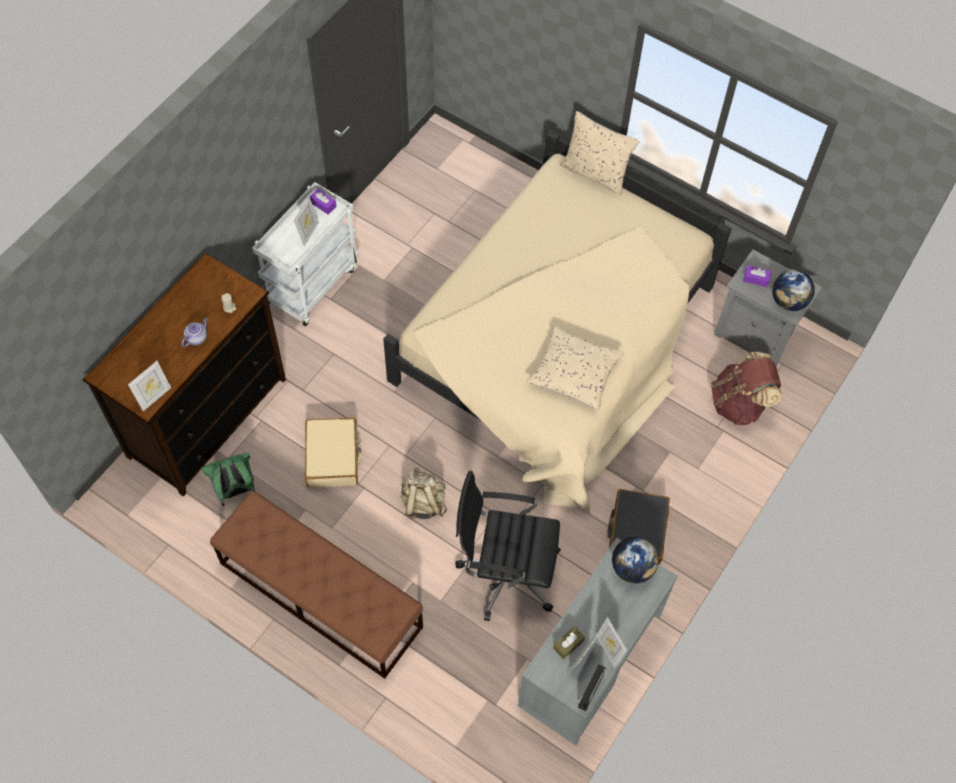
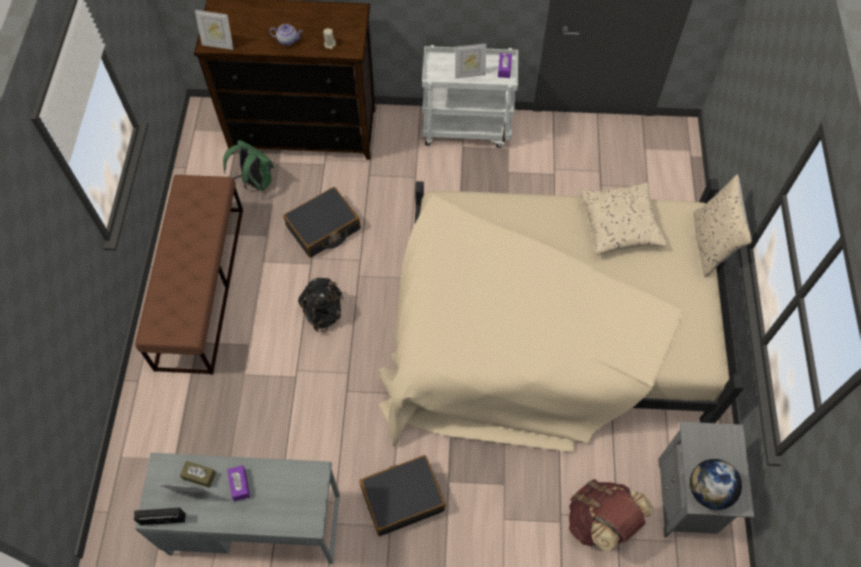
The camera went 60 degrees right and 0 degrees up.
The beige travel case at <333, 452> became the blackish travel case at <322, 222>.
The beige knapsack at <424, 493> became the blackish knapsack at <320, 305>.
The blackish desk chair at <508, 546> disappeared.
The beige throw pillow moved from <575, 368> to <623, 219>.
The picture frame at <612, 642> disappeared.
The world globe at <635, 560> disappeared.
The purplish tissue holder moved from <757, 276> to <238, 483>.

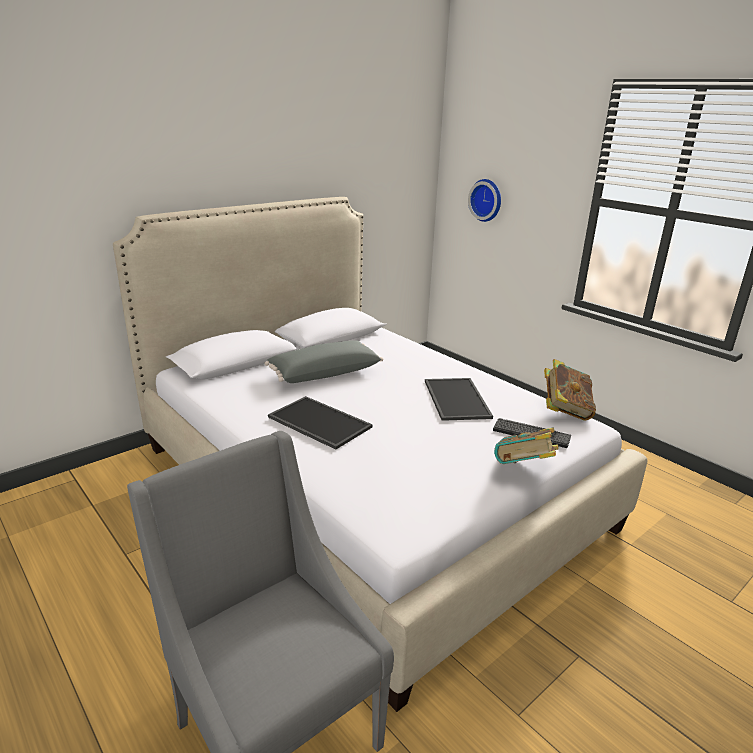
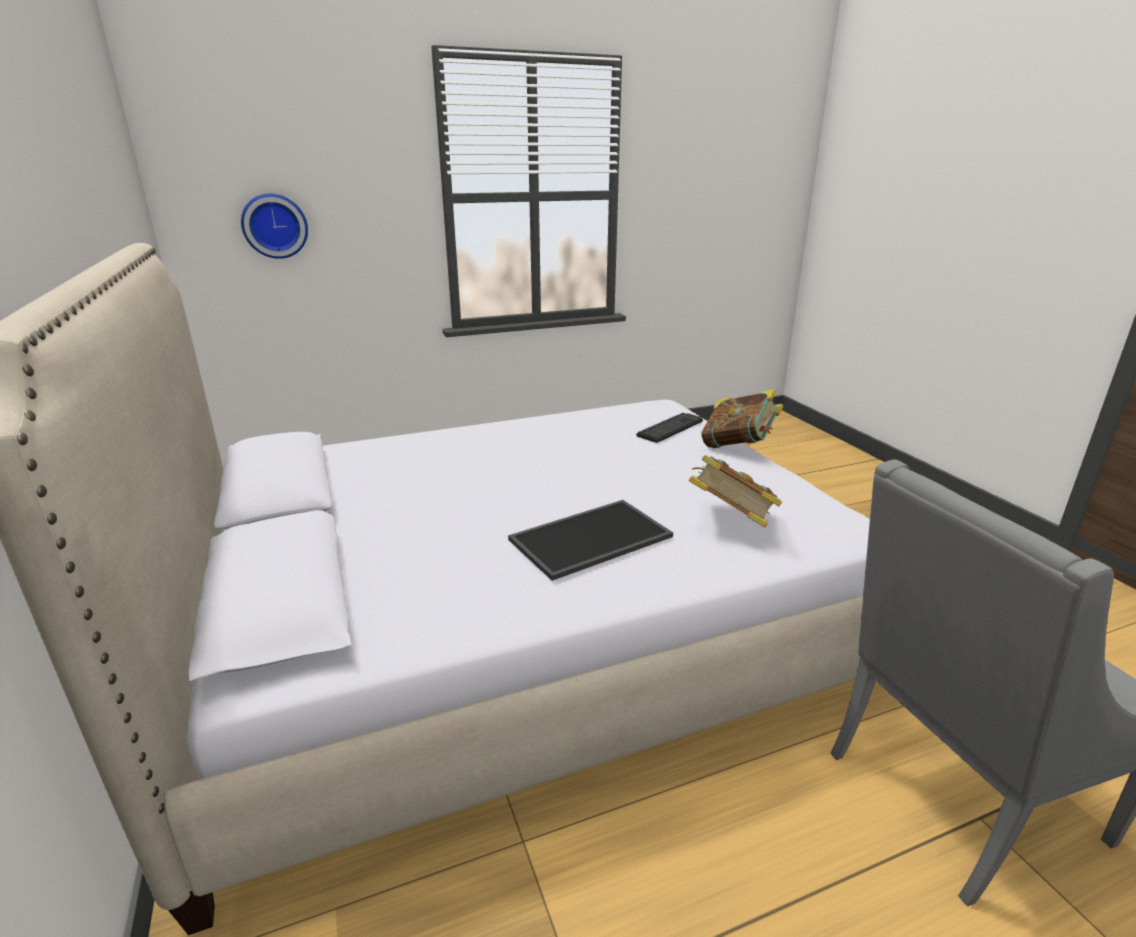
The camera went 70 degrees left and 0 degrees up.
The grey throw pillow at <324, 361> disappeared.
The tray at <459, 399> disappeared.
The book moved from <570, 390> to <735, 491>.

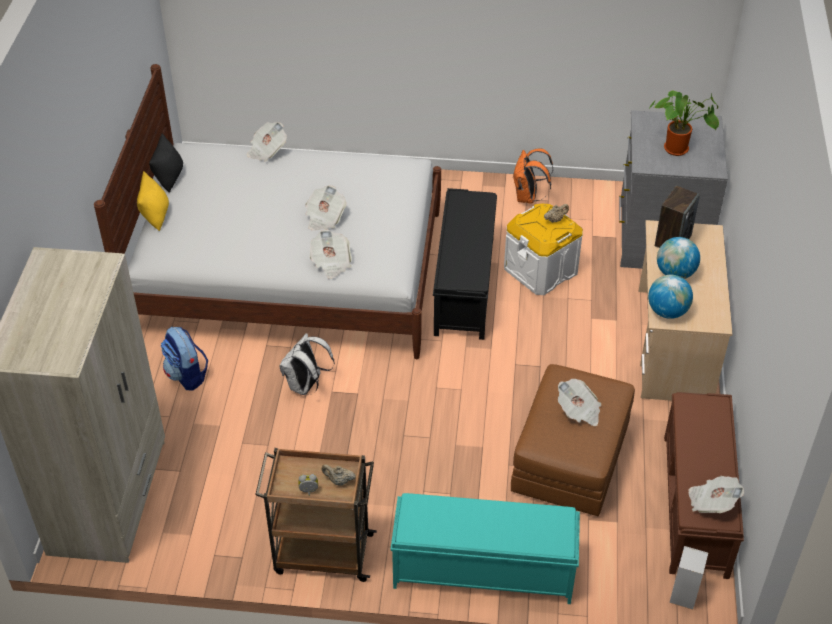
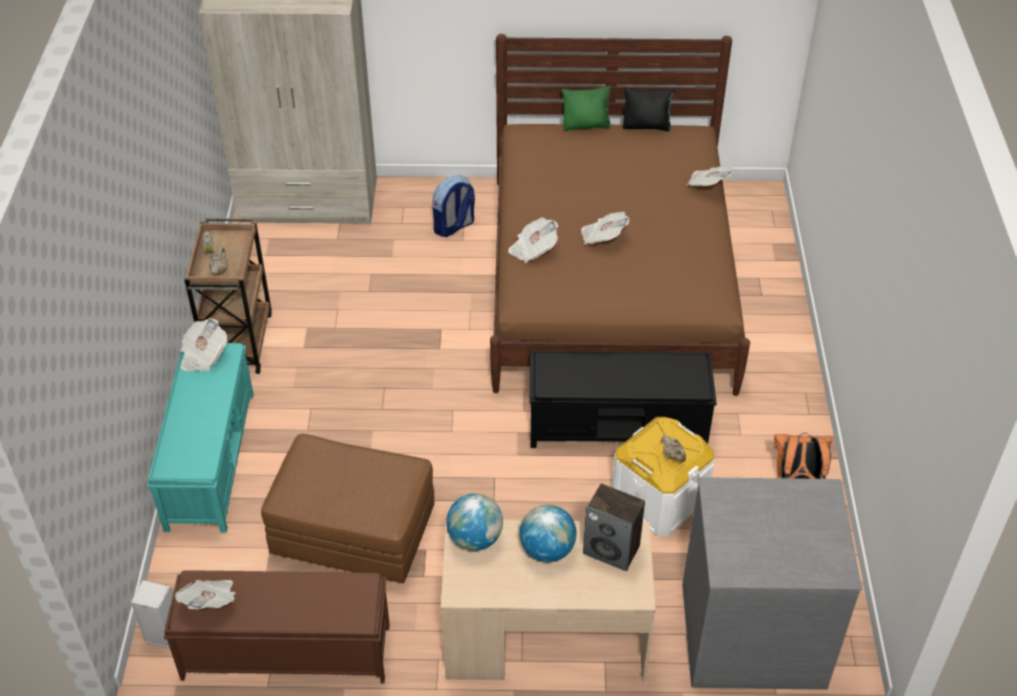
The camera went 85 degrees right and 0 degrees up.
The white-coloured bedroom bed at <267, 211> became the brown bedroom bed at <620, 215>.
The yellow-coloured throw pillow at <153, 201> became the greenish throw pillow at <586, 108>.
The white-coloured knapsack at <307, 364> disappeared.
The daily paper moved from <579, 402> to <203, 344>.
The houseplant at <683, 123> disappeared.

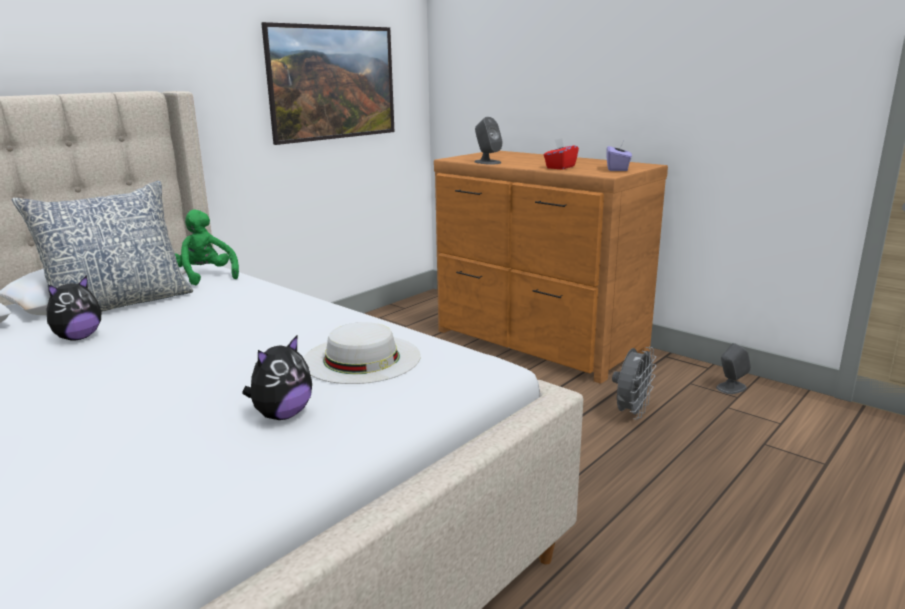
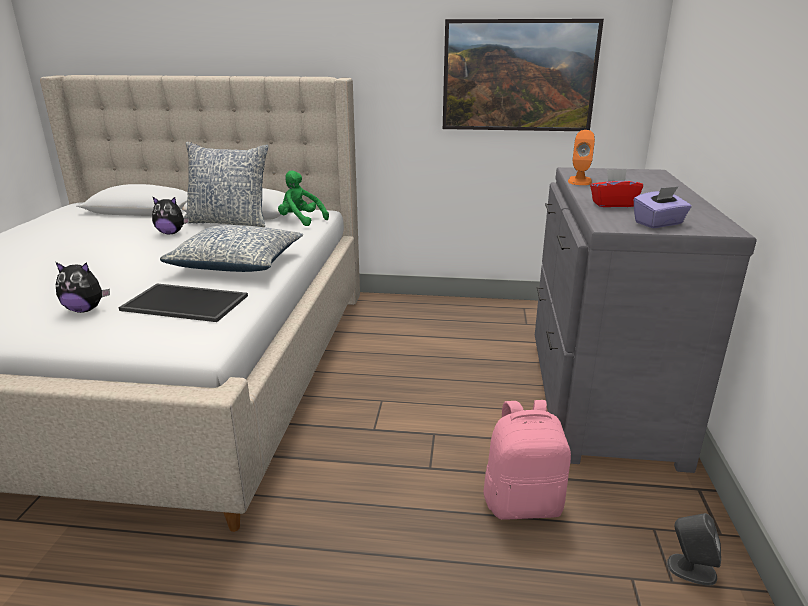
The camera went 55 degrees right and 5 degrees up.
The greenish plush toy at <207, 247> turned 75 degrees counterclockwise.
The white-coloured clothing hat at <362, 353> was replaced by the tray at <183, 303>.
The brown chest of drawers at <551, 267> became the grey chest of drawers at <646, 320>.
The grey loudspeaker at <489, 141> became the orangey loudspeaker at <581, 157>.
The grey fan at <634, 383> was replaced by the pinkish knapsack at <527, 460>.
The throw pillow at <231, 248> appeared.

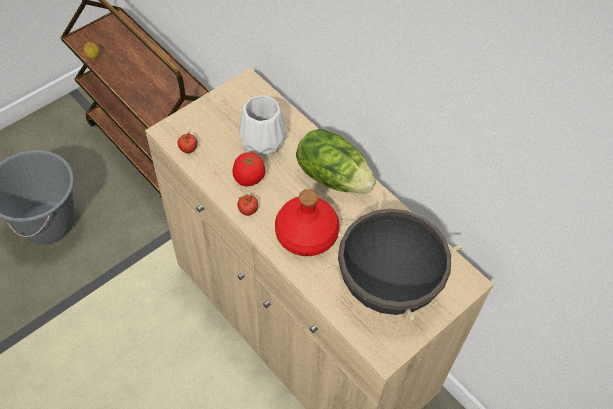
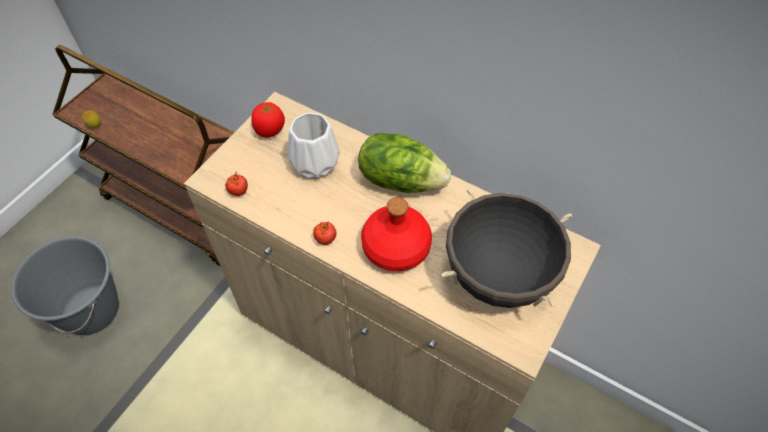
The camera went 15 degrees left and 0 degrees up.
The tomato moved from <248, 169> to <268, 120>.

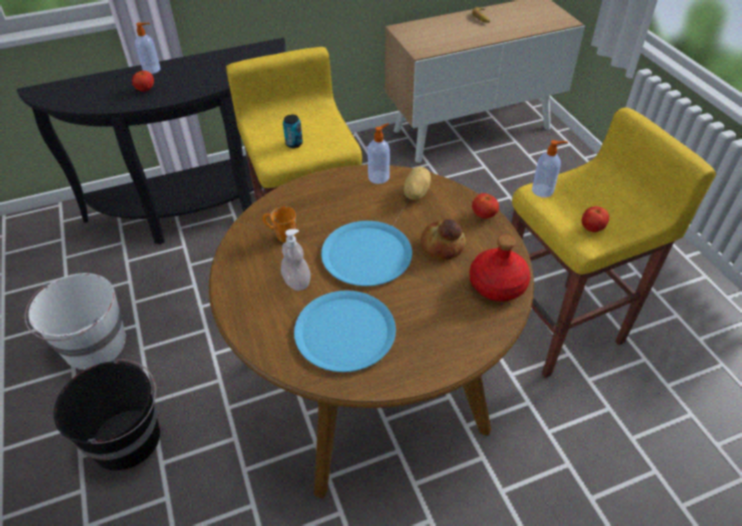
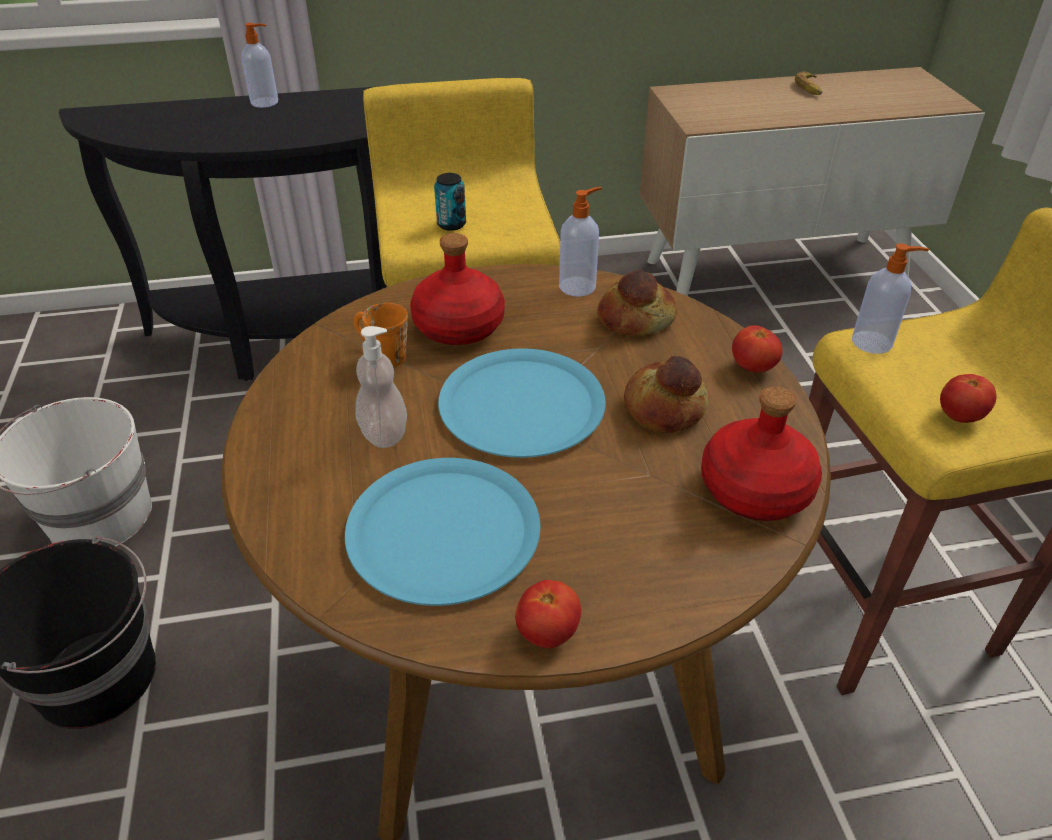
The camera went 10 degrees right and 5 degrees down.
The tomato moved from <143, 81> to <548, 614>.
The spud at <417, 183> was replaced by the bakery bread at <637, 303>.
The red bottle at <457, 289> appeared.

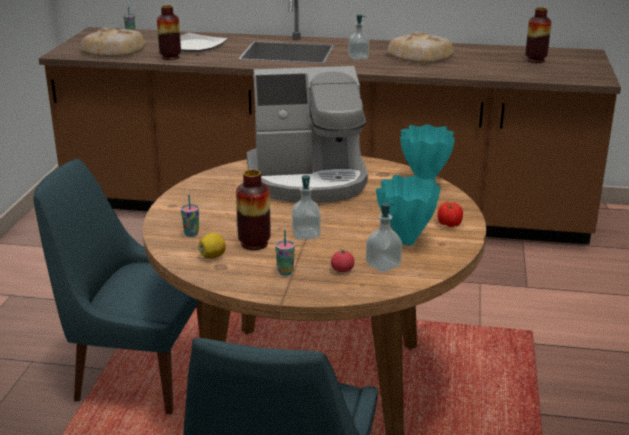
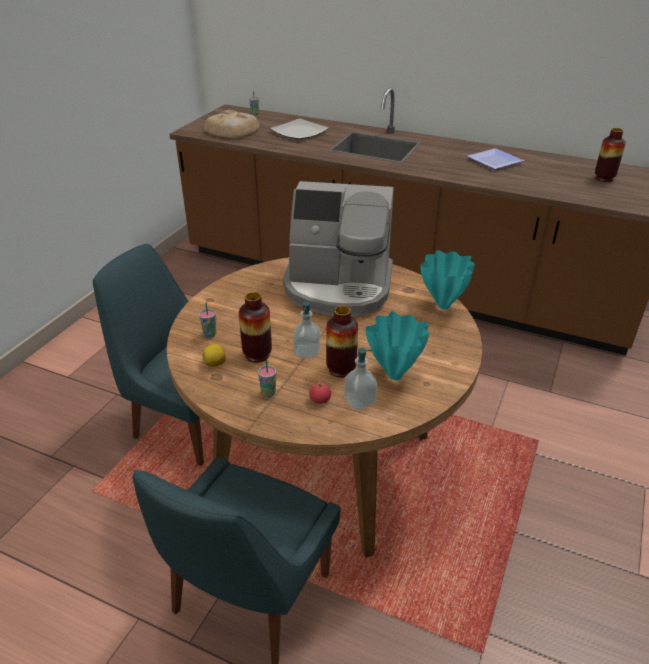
The camera went 15 degrees right and 10 degrees up.
The vase moved from <169, 32> to <342, 342>.
The liquid soap bottle at <358, 37> disappeared.
The bakery bread at <420, 47> was replaced by the dinner plate at <495, 158>.
The tomato at <450, 214> disappeared.

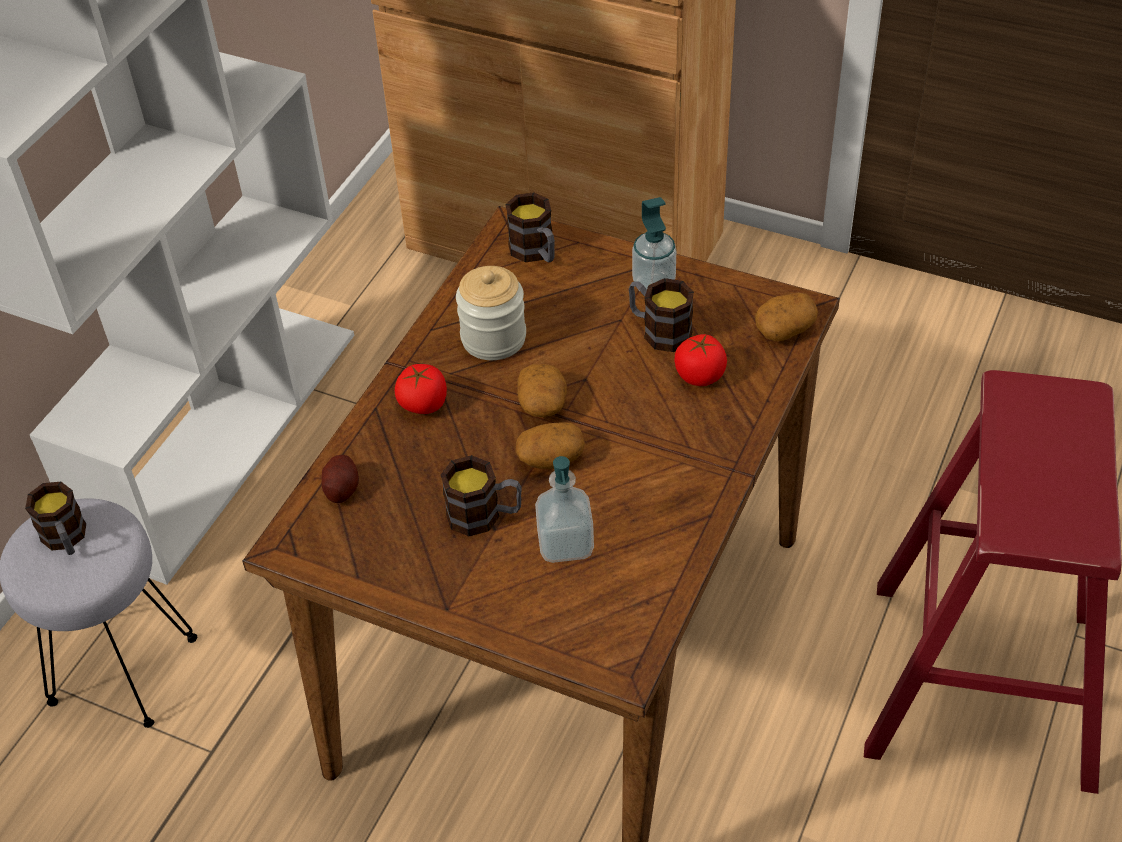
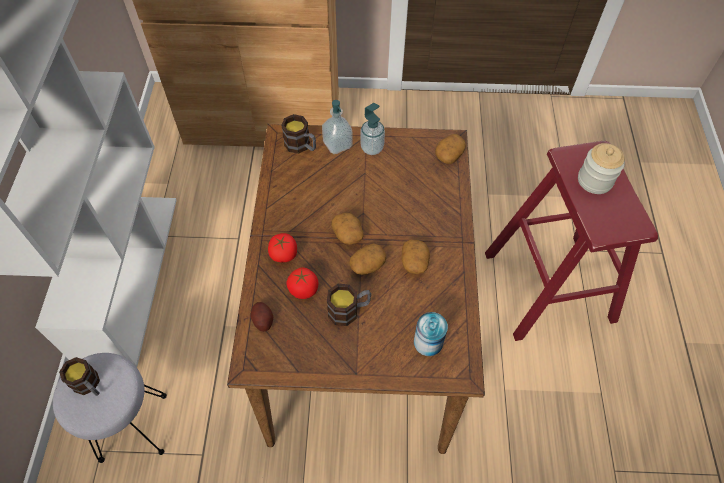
The camera went 25 degrees left and 10 degrees up.
The preserve jar moved from <491, 313> to <601, 168>.
The liquid soap bottle moved from <564, 509> to <337, 127>.
The mug at <661, 315> disappeared.
The tomato moved from <700, 360> to <302, 283>.
The spud at <416, 257> appeared.
The metal can at <431, 334> appeared.

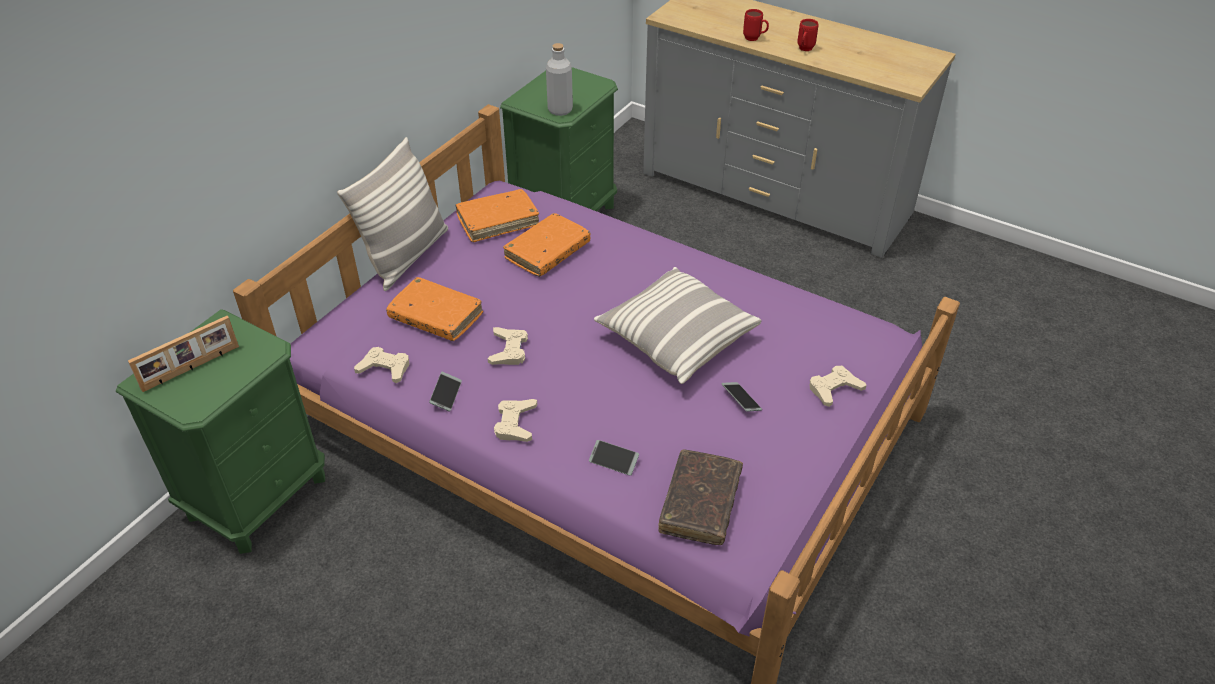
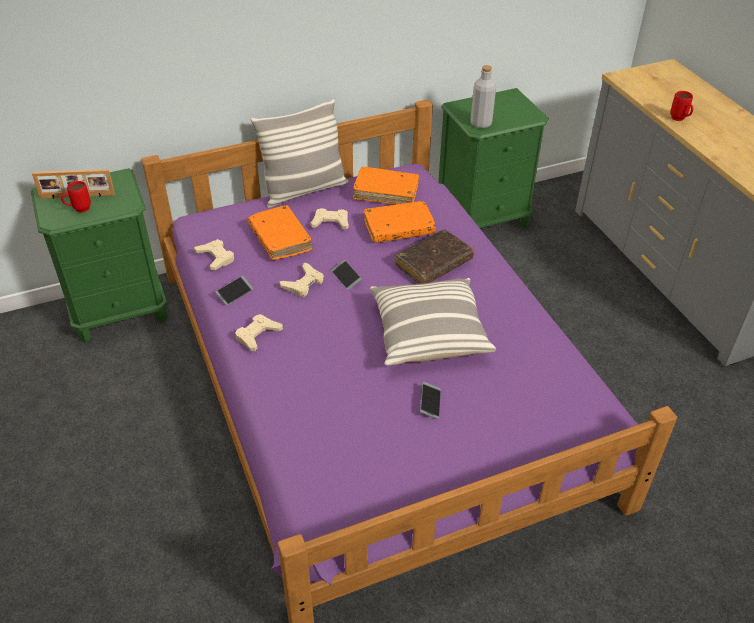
The camera went 35 degrees right and 0 degrees up.
The handset moved from <614, 457> to <346, 275>.
The brown book moved from <700, 497> to <434, 256>.
The red mug moved from <807, 35> to <76, 197>.
The beige joypad moved from <838, 386> to <329, 219>.

